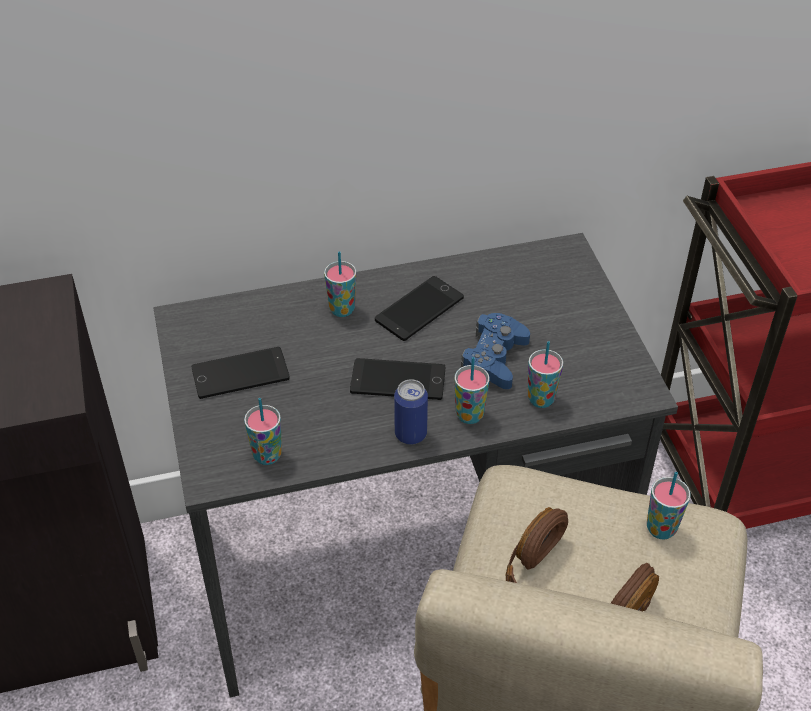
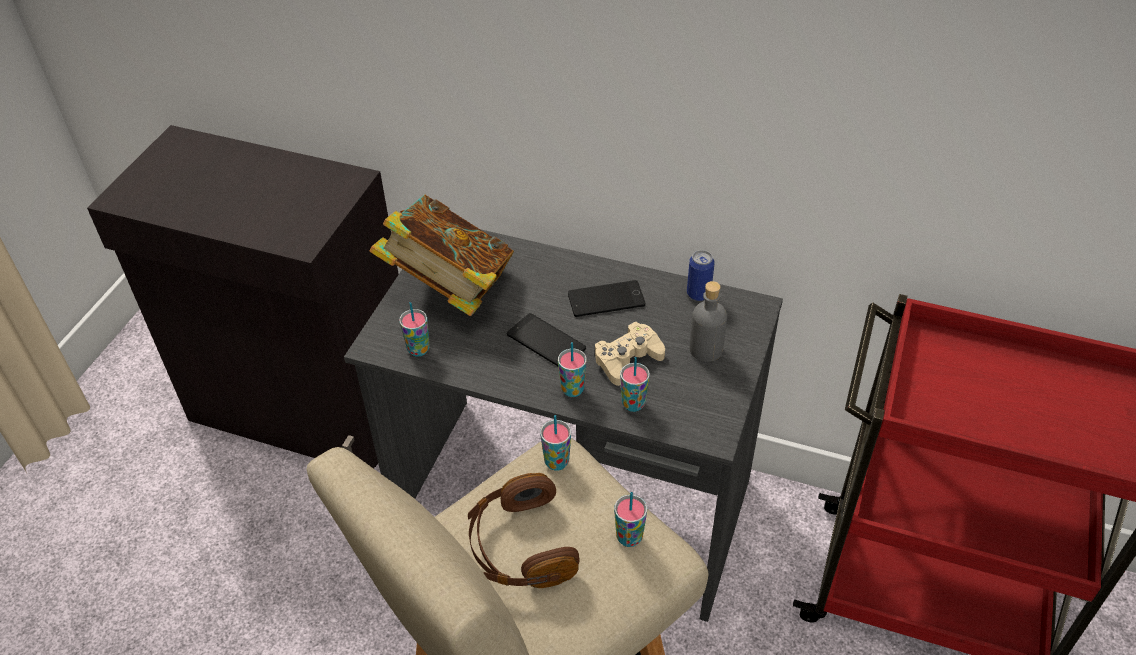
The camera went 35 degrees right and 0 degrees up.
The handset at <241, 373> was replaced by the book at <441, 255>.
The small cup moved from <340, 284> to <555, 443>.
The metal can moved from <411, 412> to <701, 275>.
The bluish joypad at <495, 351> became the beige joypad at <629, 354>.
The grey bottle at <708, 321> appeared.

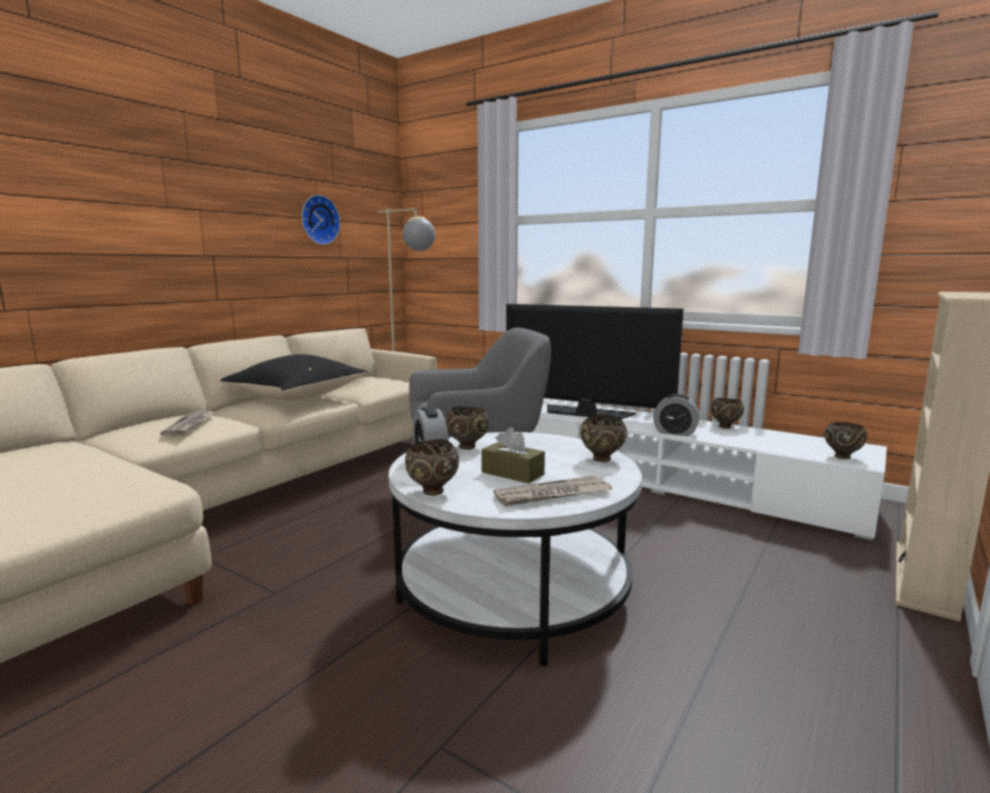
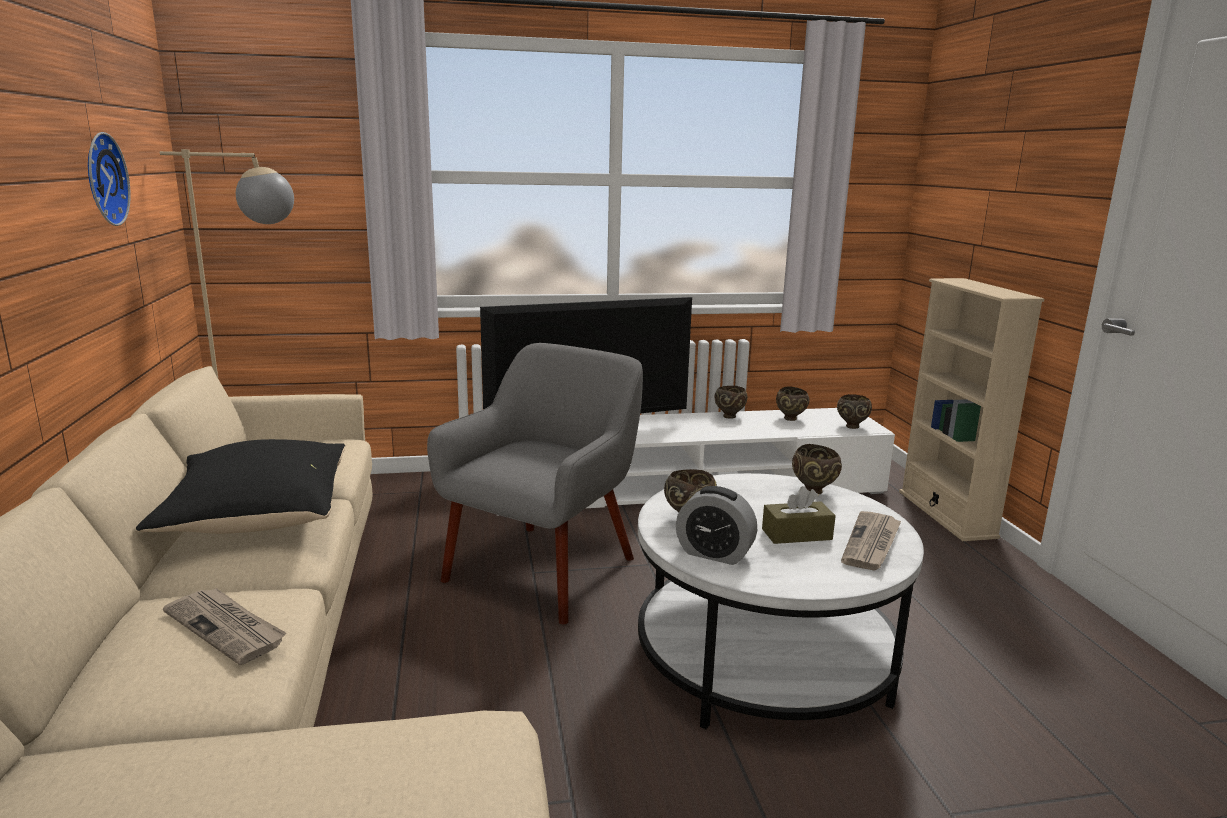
The camera went 45 degrees left and 5 degrees up.
The brown serving bowl moved from <432, 467> to <792, 403>.
The alarm clock at <676, 415> disappeared.

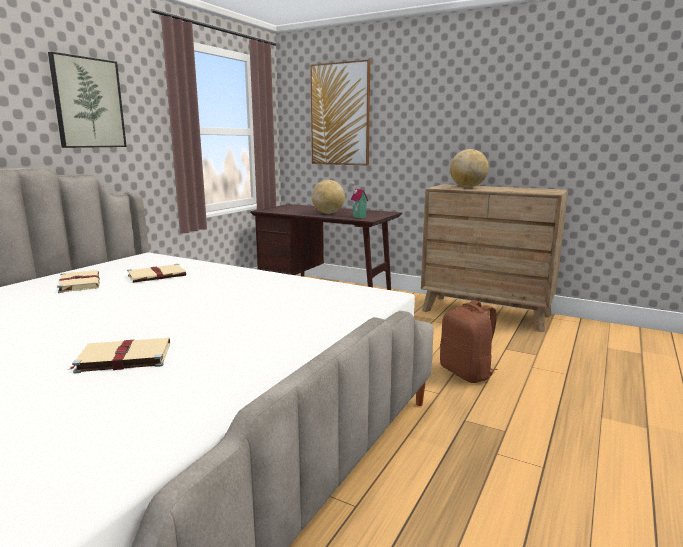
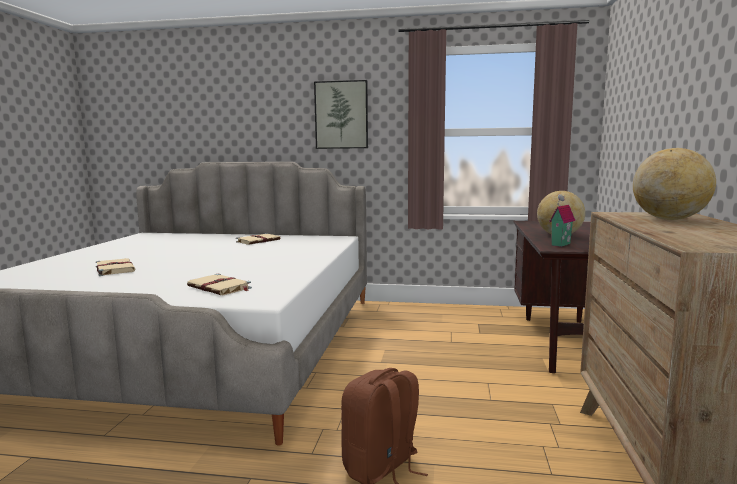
The camera went 70 degrees right and 5 degrees down.
The beige book moved from <156, 273> to <219, 284>.
The picture at <340, 112> disappeared.

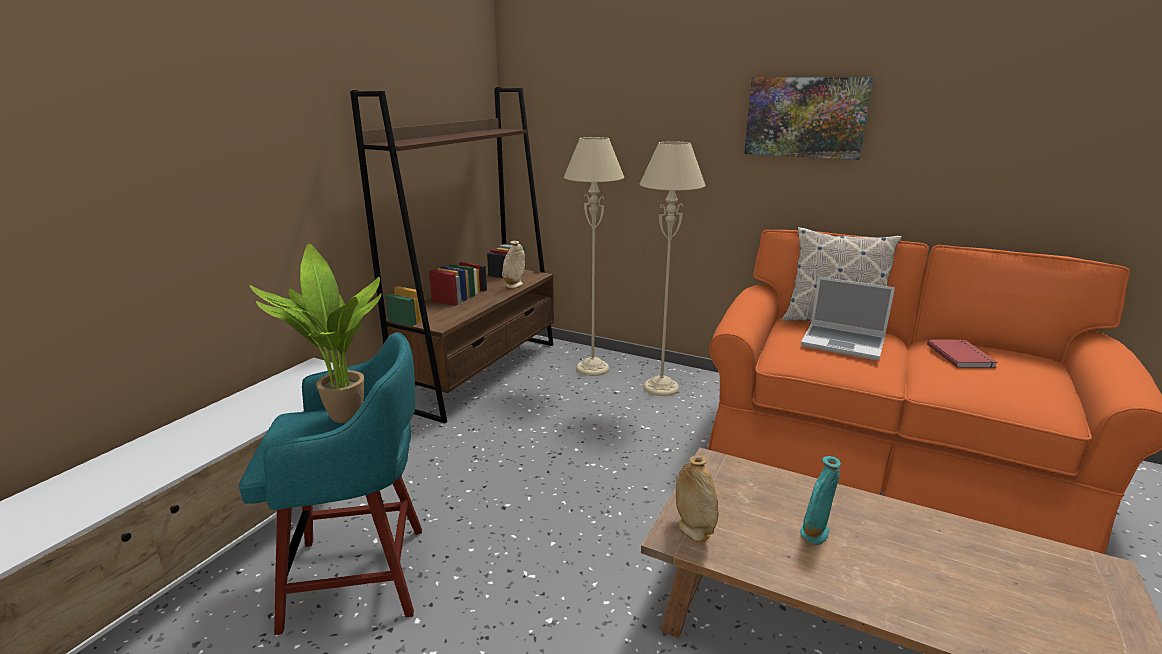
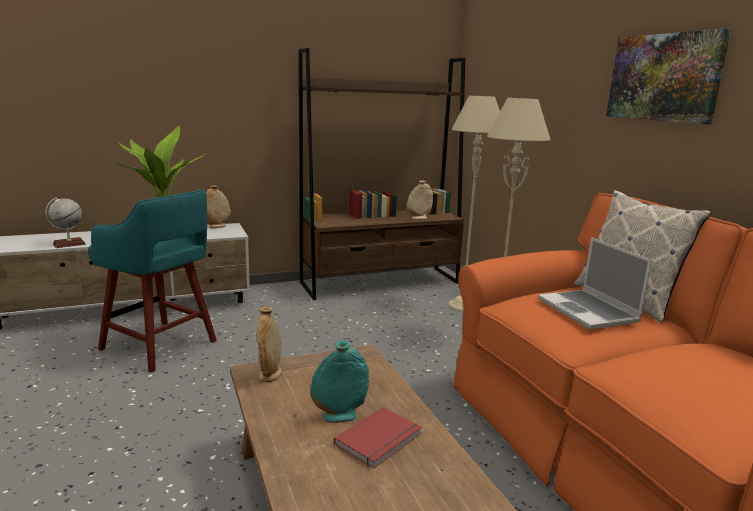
The camera went 40 degrees right and 5 degrees down.
The red book moved from <962, 353> to <377, 438>.
The world globe at <65, 223> appeared.
The beige vase at <218, 207> appeared.

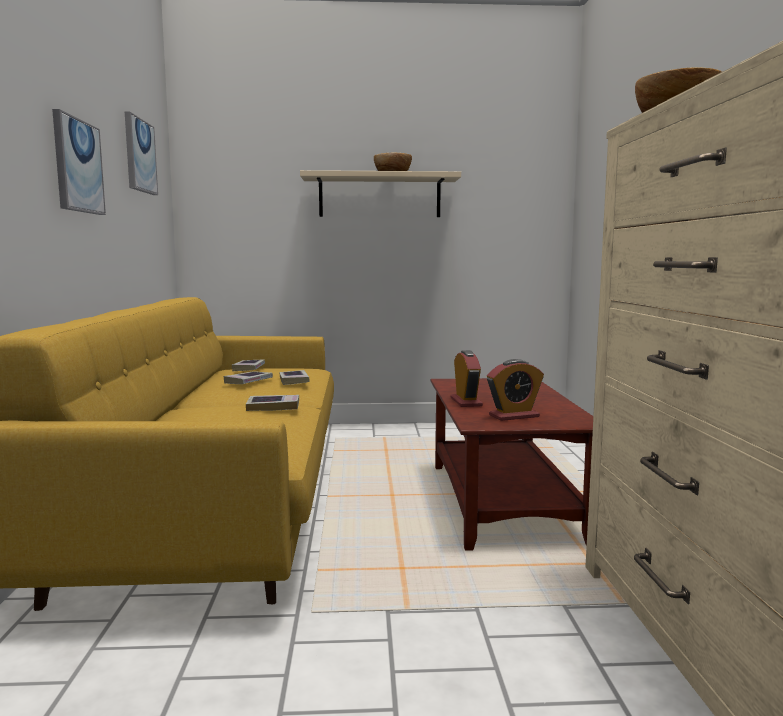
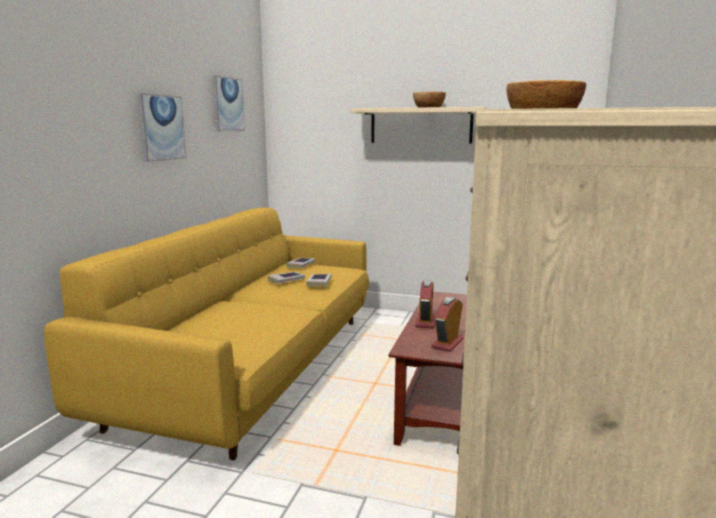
The camera went 20 degrees right and 5 degrees up.
The book at <272, 403> disappeared.
The alarm clock at <515, 390> turned 120 degrees clockwise.

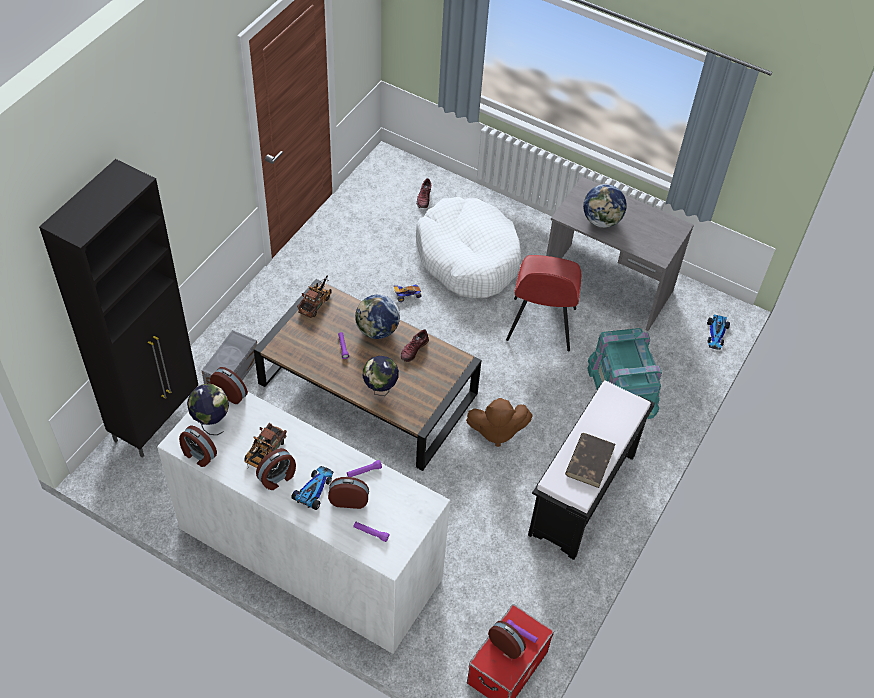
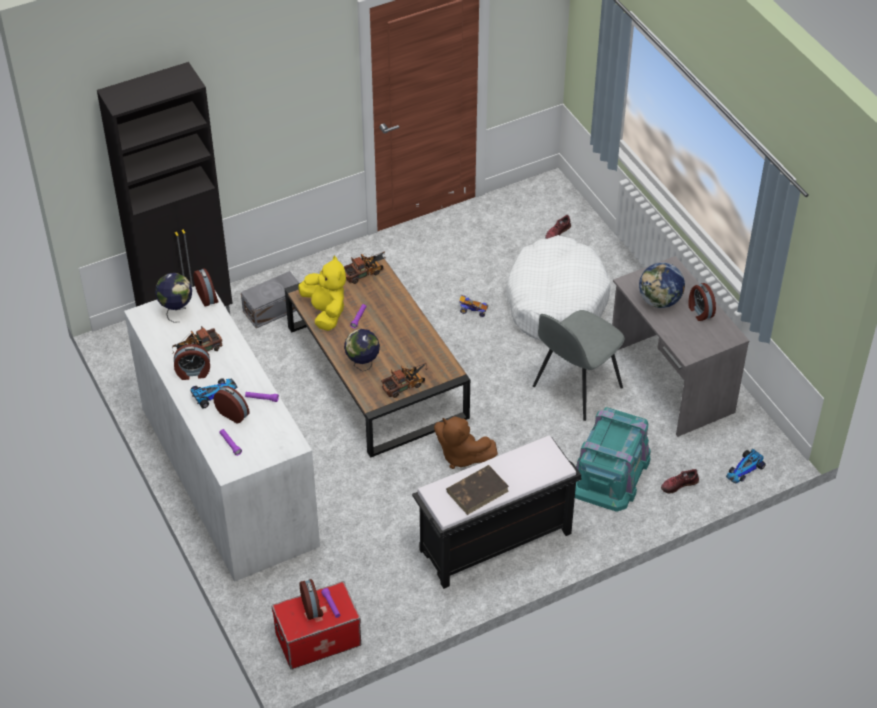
The camera went 35 degrees right and 5 degrees down.
The alarm clock moved from <198, 446> to <702, 302>.
The world globe at <377, 317> disappeared.
The shoe moved from <414, 345> to <680, 481>.
The red chair at <543, 303> became the grey chair at <578, 365>.
The yellow-coloured plush toy at <322, 293> appeared.
The model truck at <404, 380> appeared.

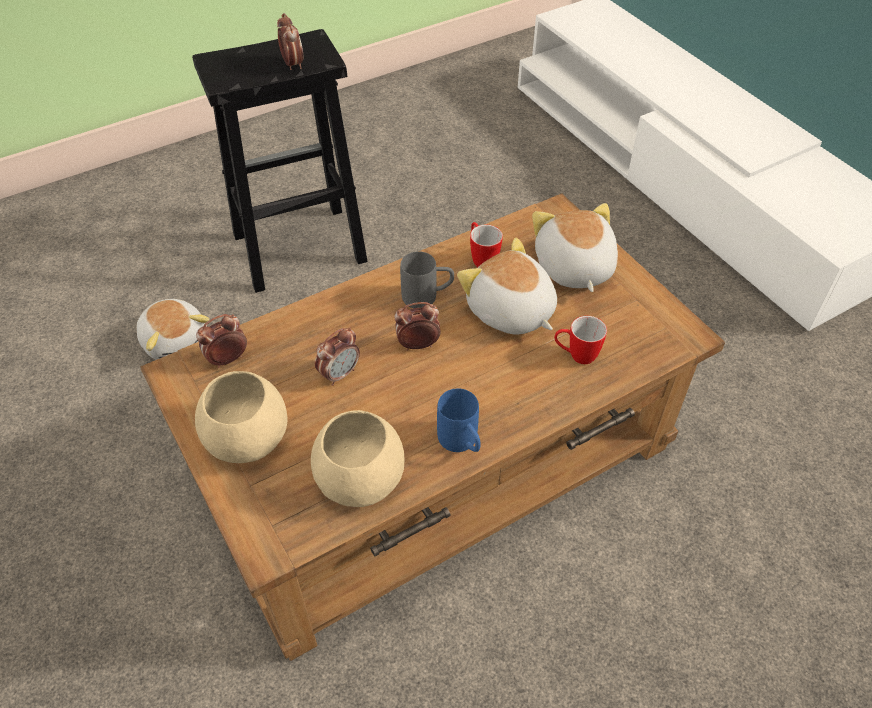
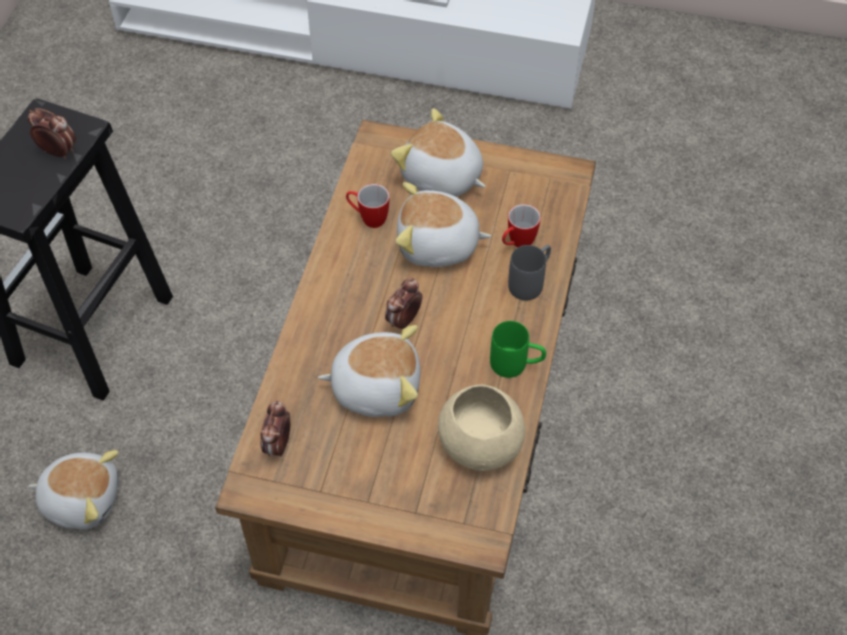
The camera went 45 degrees left and 5 degrees up.
The beige serving bowl at <241, 417> disappeared.
The alarm clock at <337, 357> was replaced by the plush toy at <369, 371>.
The grey mug moved from <427, 279> to <529, 272>.
The bluish mug at <459, 420> became the greenish mug at <518, 349>.

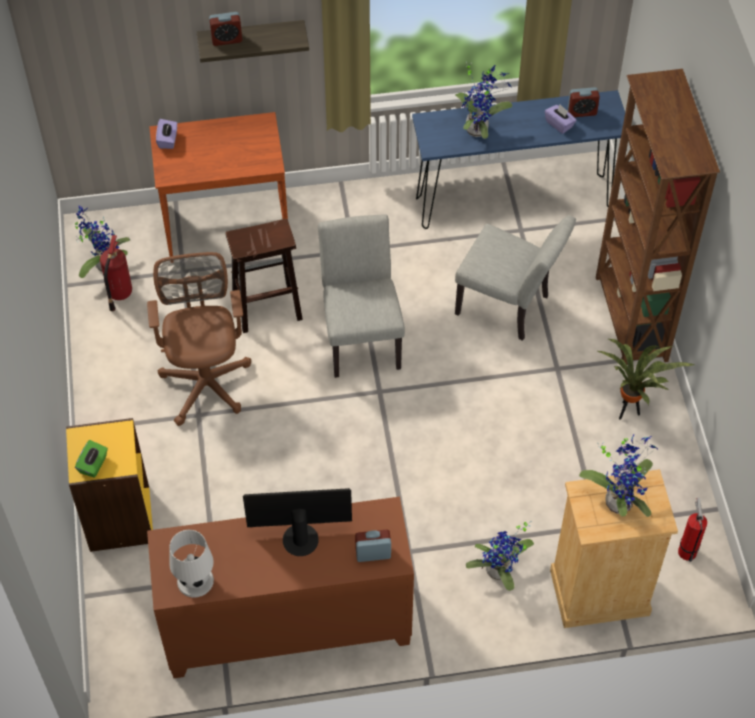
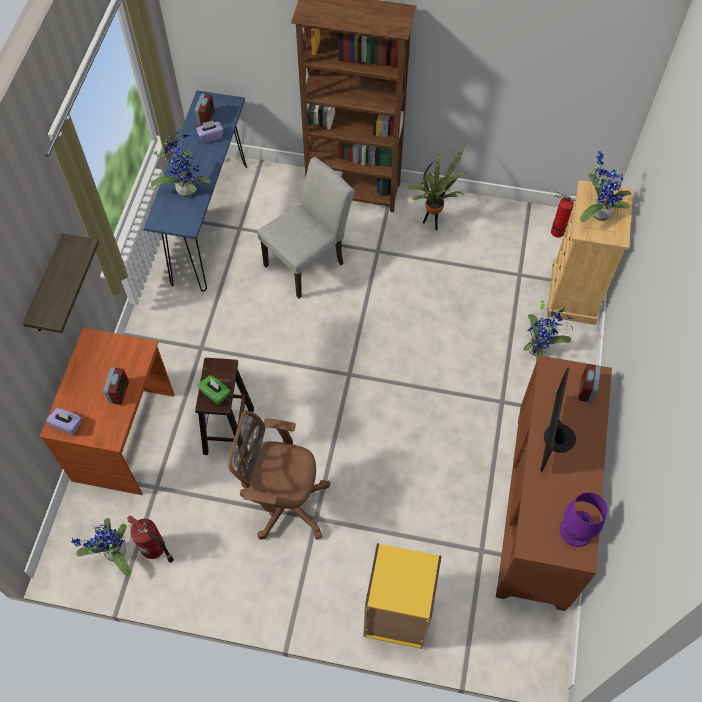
The camera went 70 degrees left and 5 degrees up.
The greenish tissue holder moved from <91, 459> to <214, 390>.
The white-coloured tabletop lamp at <191, 563> became the purplish tabletop lamp at <584, 519>.
The alarm clock moved from <225, 29> to <116, 386>.
The grey chair at <361, 296> disappeared.

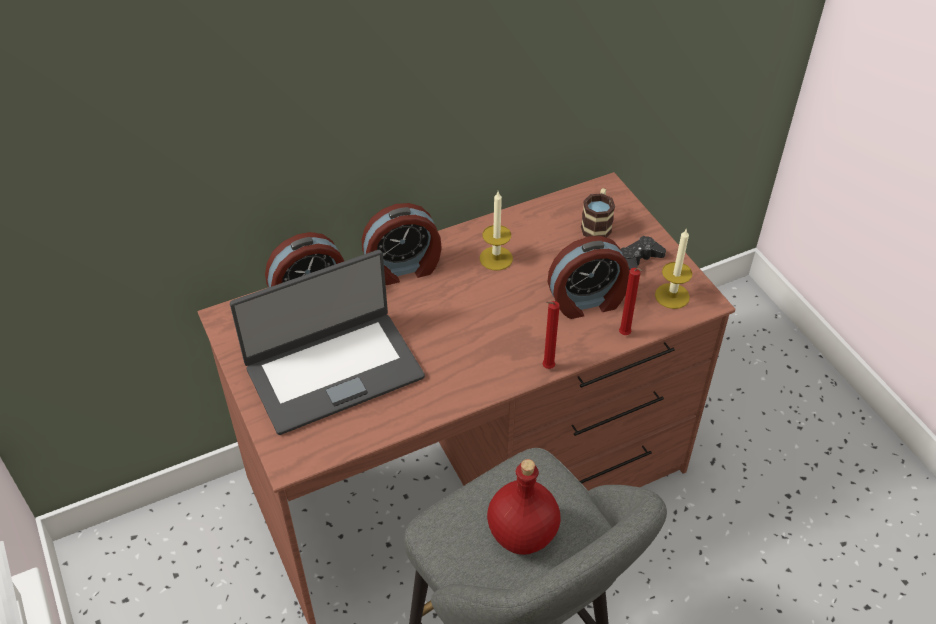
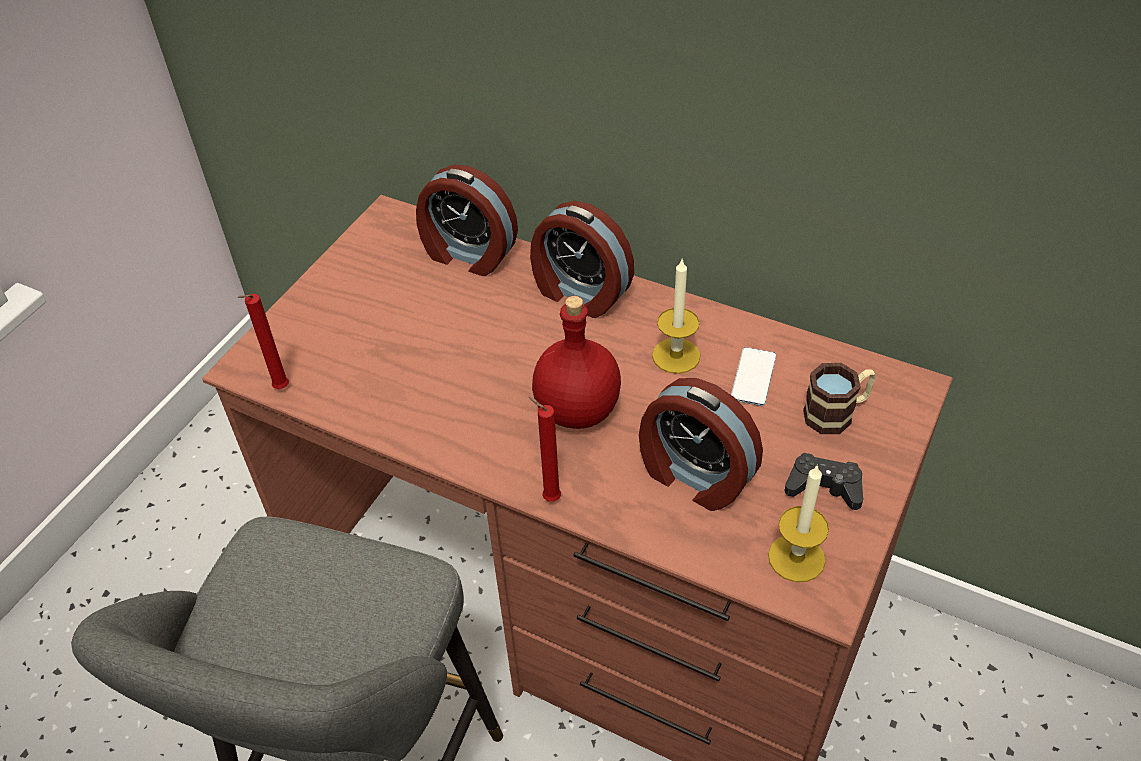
The camera went 55 degrees right and 0 degrees up.
The notebook computer at <327, 342> disappeared.
The red bottle moved from <523, 507> to <576, 362>.
The red wax light moved from <630, 301> to <263, 341>.
The handset at <753, 376> appeared.

